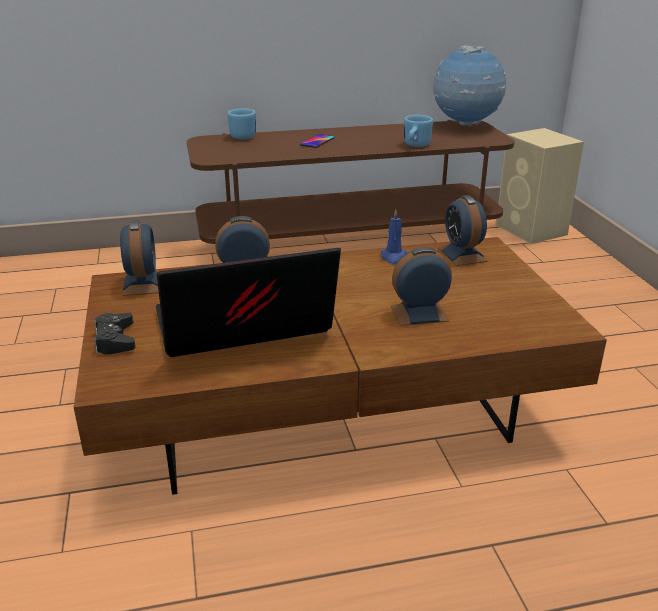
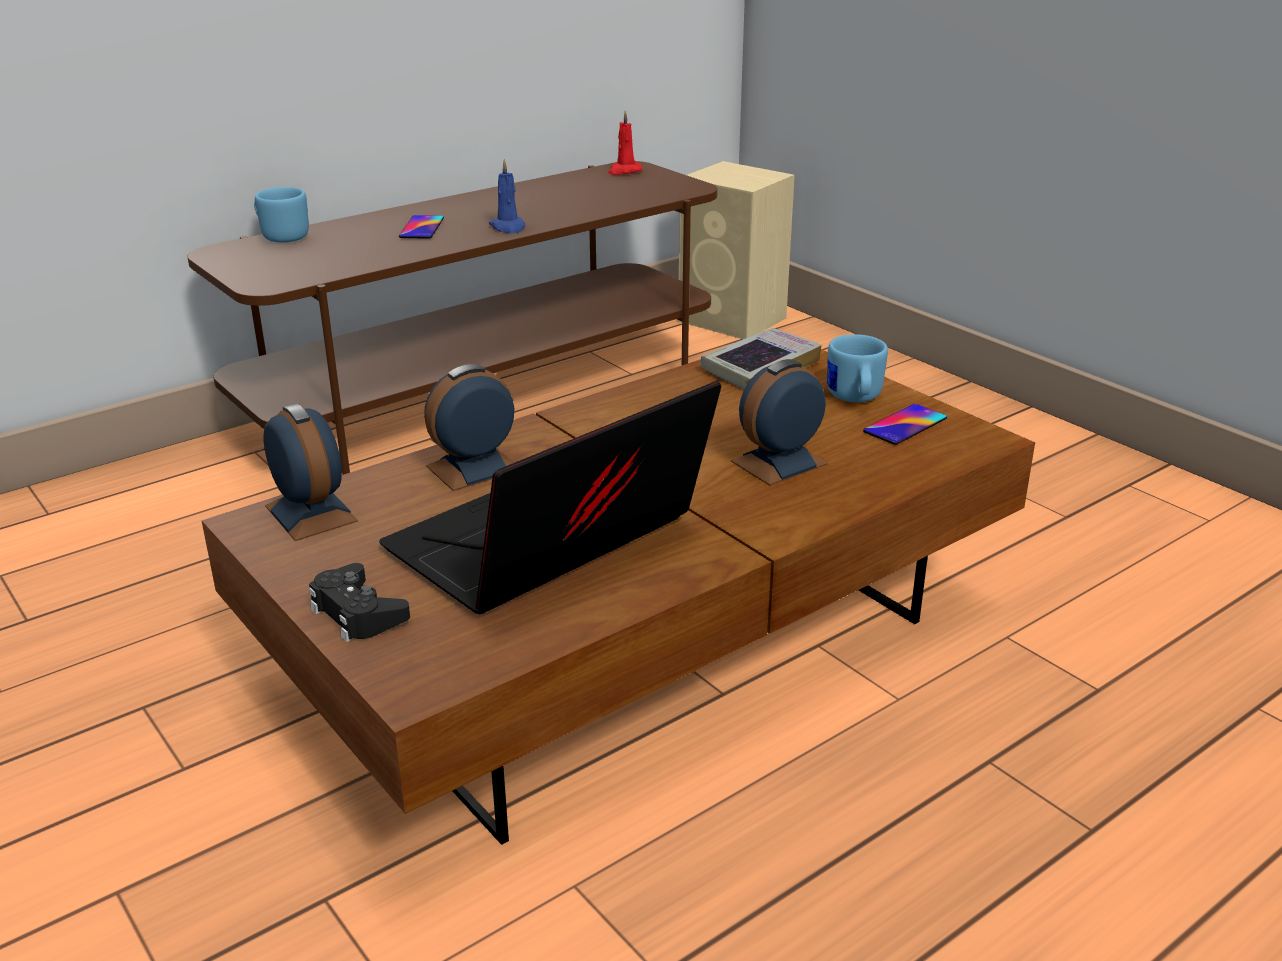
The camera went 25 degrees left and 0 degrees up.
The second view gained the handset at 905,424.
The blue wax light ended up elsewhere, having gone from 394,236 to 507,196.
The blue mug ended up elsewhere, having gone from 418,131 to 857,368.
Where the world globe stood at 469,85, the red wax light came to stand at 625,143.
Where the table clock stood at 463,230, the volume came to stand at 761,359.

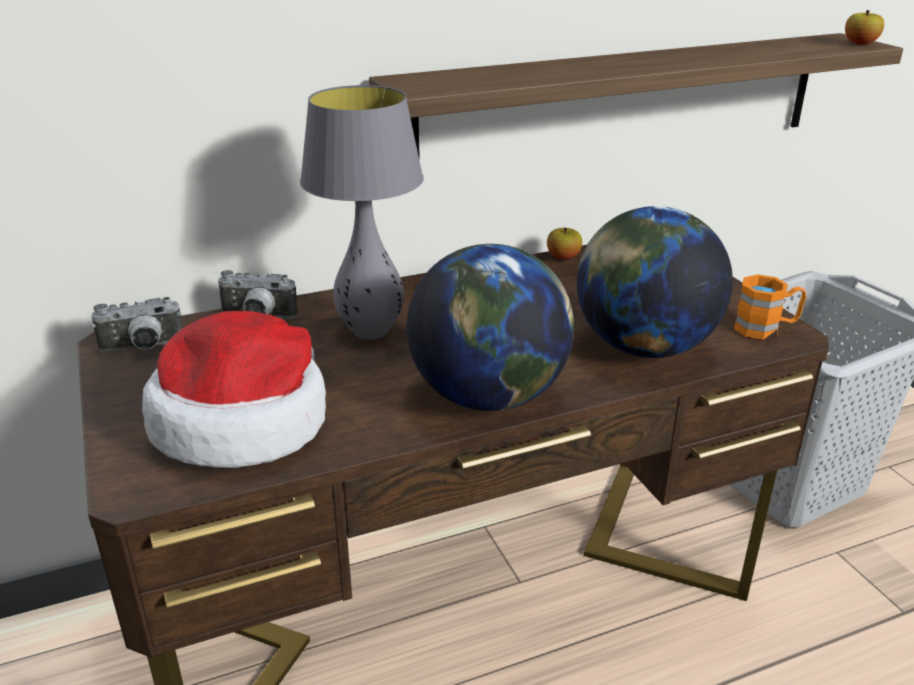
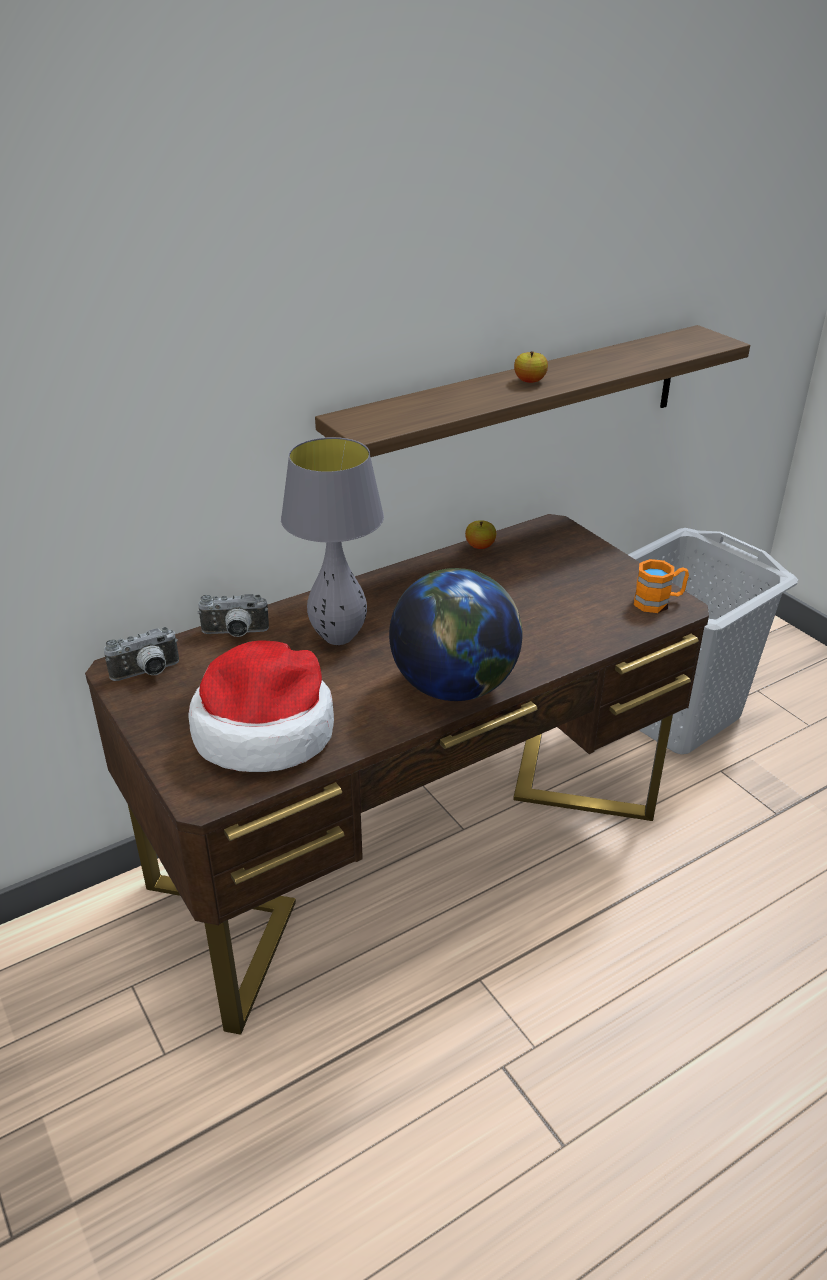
The camera went 10 degrees left and 5 degrees up.
The second view lost the world globe at 655,282.
The apple fruit ended up elsewhere, having gone from 864,27 to 531,367.

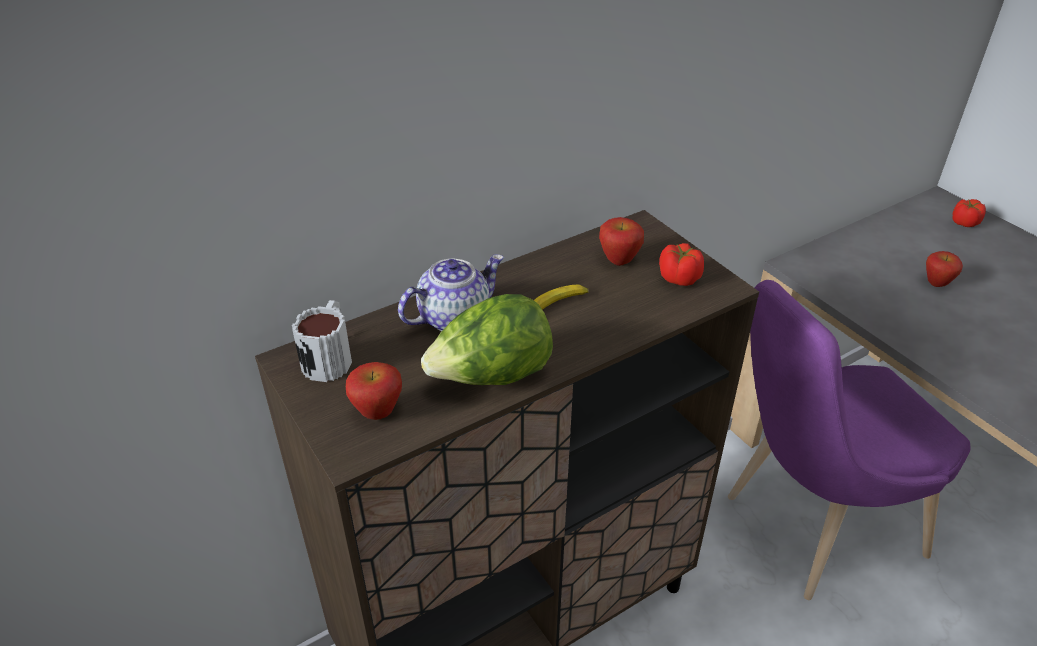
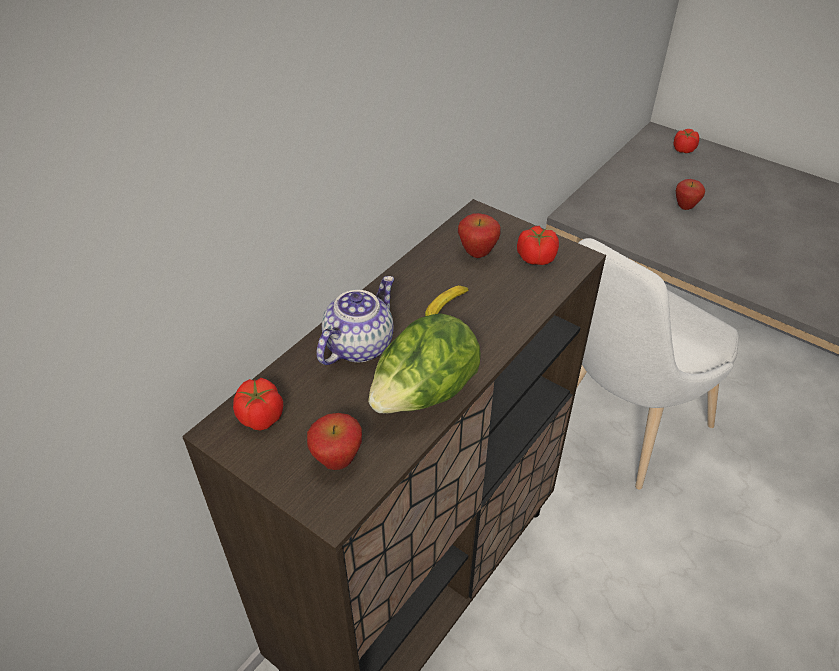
The camera went 20 degrees left and 5 degrees up.
Where the mug stood at 322,341, the tomato came to stand at 258,404.
What was the purple chair at 849,440 turned into the white-coloured chair at 657,363.

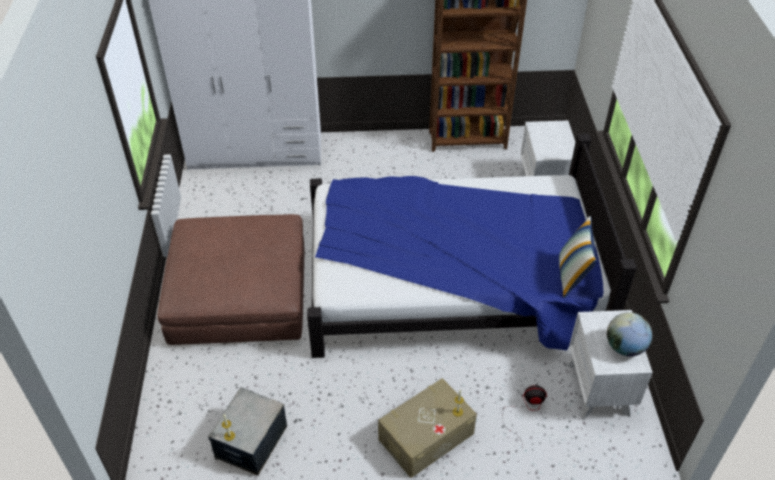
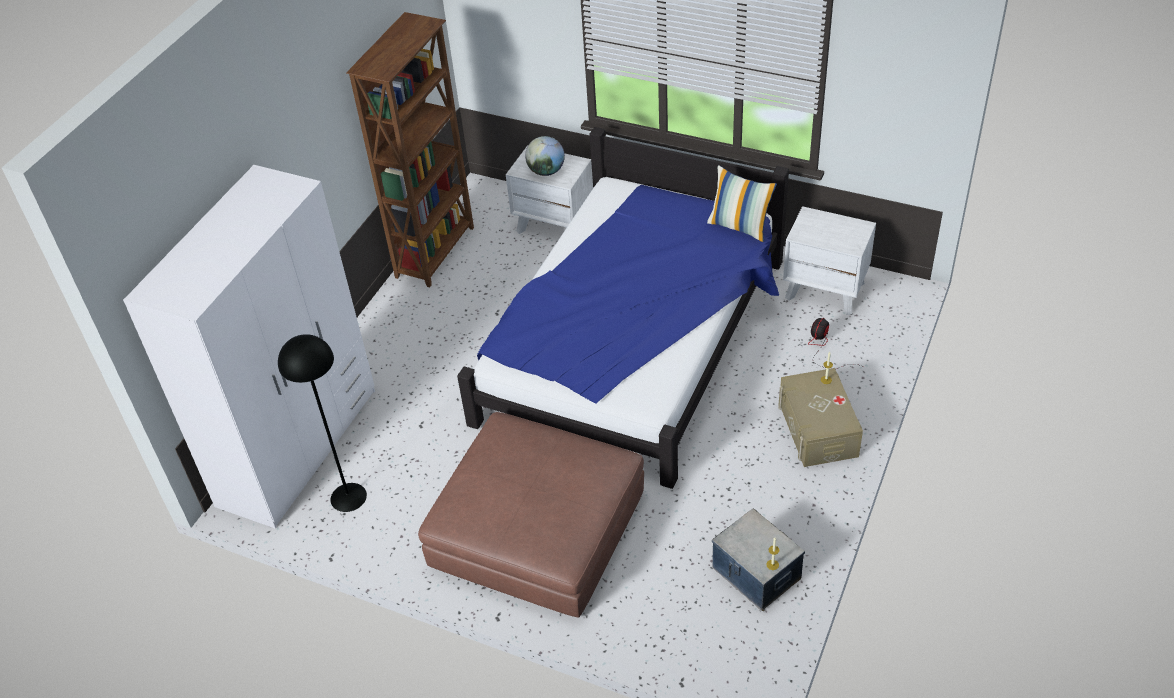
The camera went 60 degrees left and 0 degrees up.
The second view gained the blackish standing lamp at 322,423.
The world globe ended up elsewhere, having gone from 629,334 to 545,156.

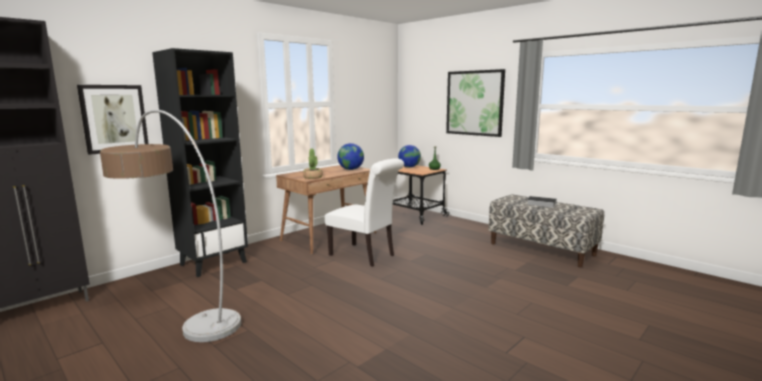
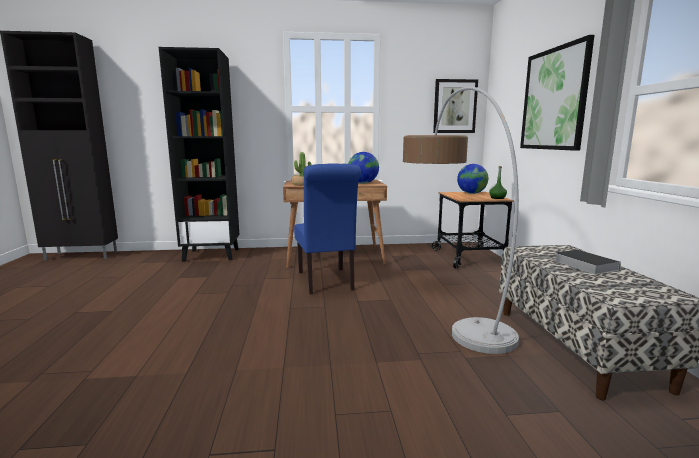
The camera went 40 degrees right and 0 degrees up.
The wall art ended up elsewhere, having gone from 113,120 to 455,106.
The standing lamp ended up elsewhere, having gone from 170,226 to 461,220.
What was the white-coloured chair at 364,212 turned into the blue chair at 327,228.

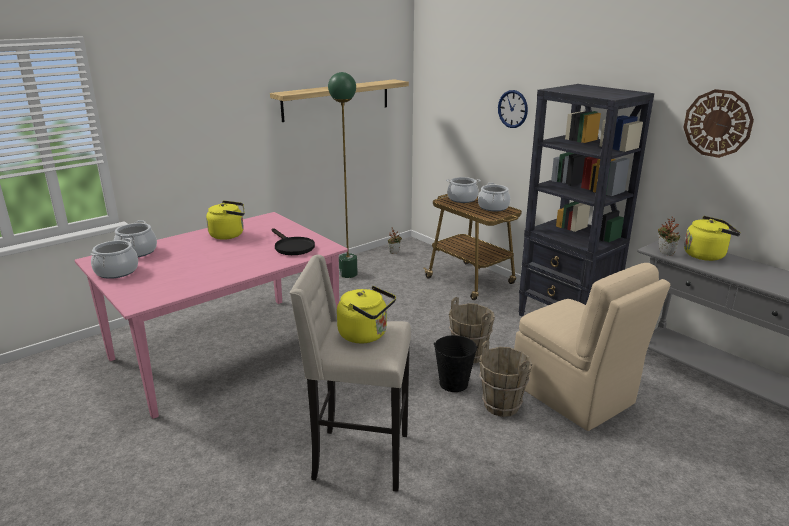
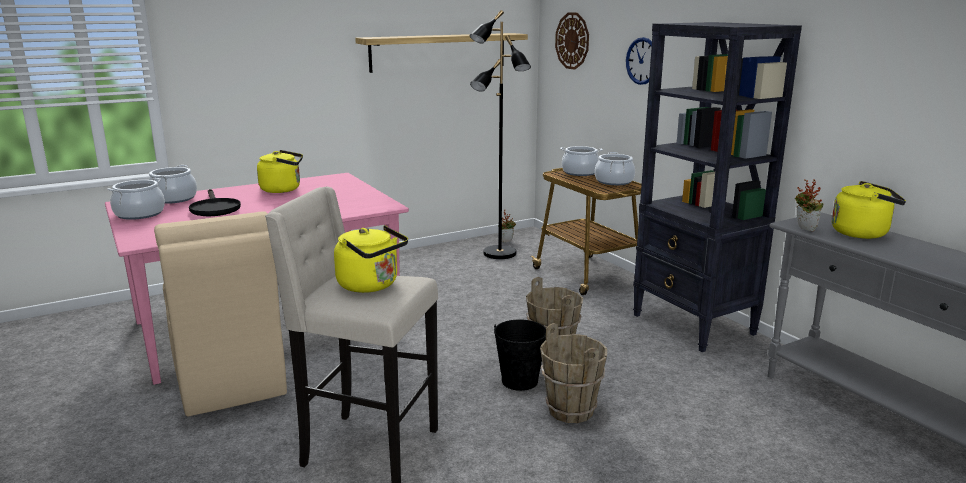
The camera went 10 degrees right and 5 degrees down.
The second view lost the green standing lamp at 343,175.
The second view gained the blackish standing lamp at 500,134.
The blackish pan ended up elsewhere, having gone from 293,241 to 215,202.
The beige chair ended up elsewhere, having gone from 592,347 to 220,313.
The wall clock ended up elsewhere, having gone from 718,123 to 572,41.

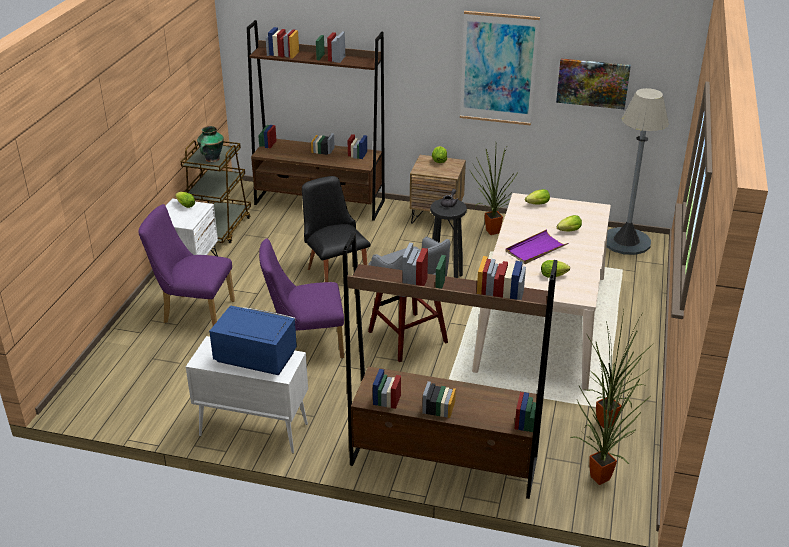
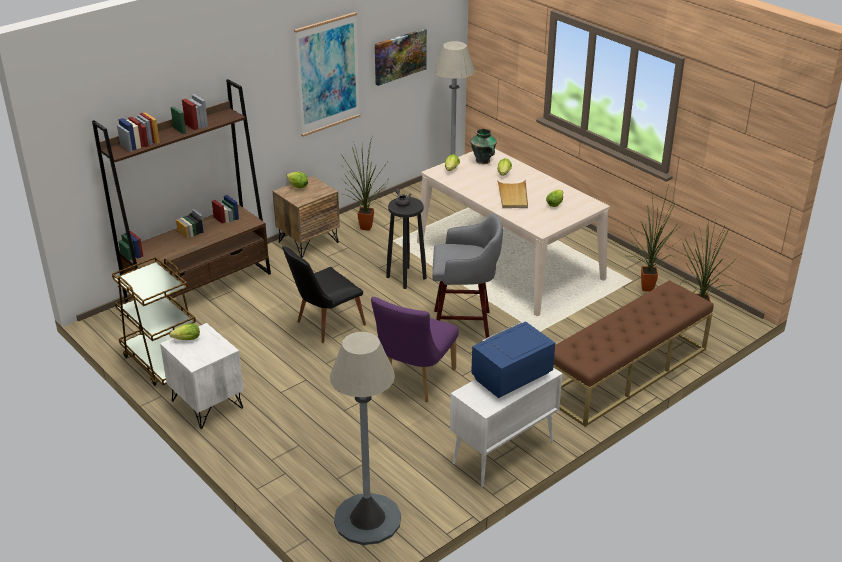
The camera went 55 degrees left and 0 degrees up.
The second view lost the purple chair at 186,265.
The second view gained the grey standing lamp at 365,438.
The decorative vase ended up elsewhere, having gone from 210,144 to 484,146.
Where the brown shelving unit stood at 450,366, the brown indoor bench came to stand at 633,353.
What was the purple tray at 537,246 turned into the beige tray at 512,193.
The blackish chair at 336,229 ended up facing another way, 45 degrees counterclockwise from before.

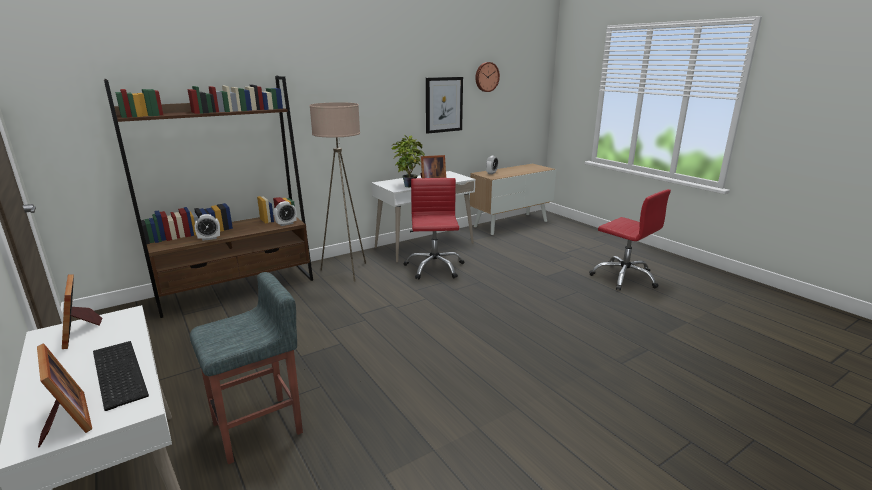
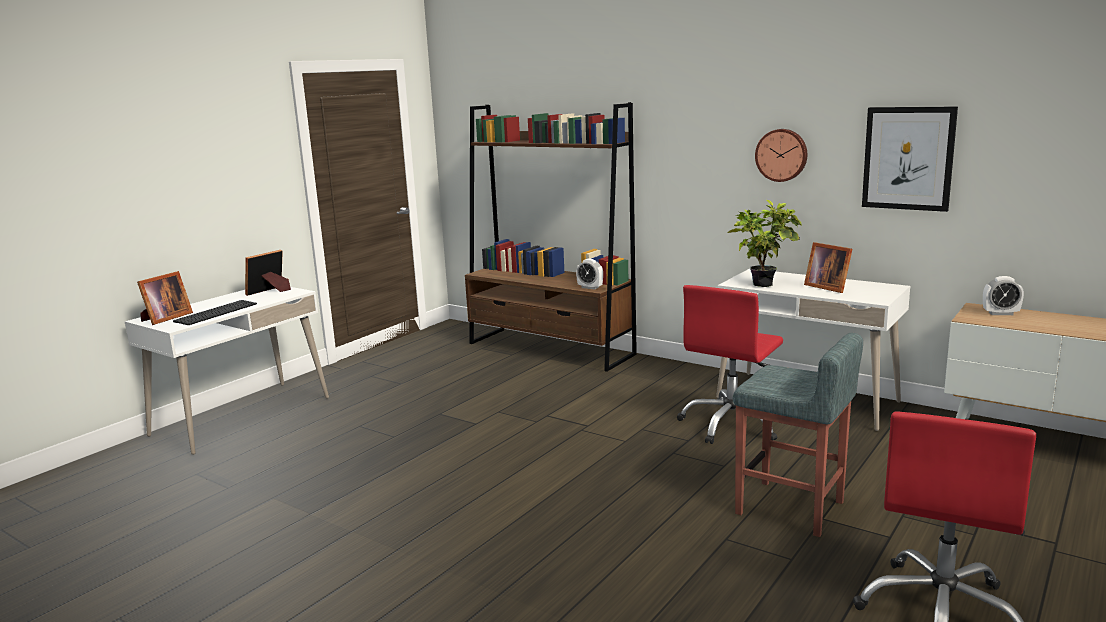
The camera went 70 degrees right and 5 degrees down.
The second view lost the table clock at 207,227.
The second view lost the beige standing lamp at 337,192.
The grey stool ended up elsewhere, having gone from 246,368 to 798,435.
The wall clock ended up elsewhere, having gone from 487,77 to 781,155.
The red desk chair at 433,228 ended up facing another way, 150 degrees clockwise from before.

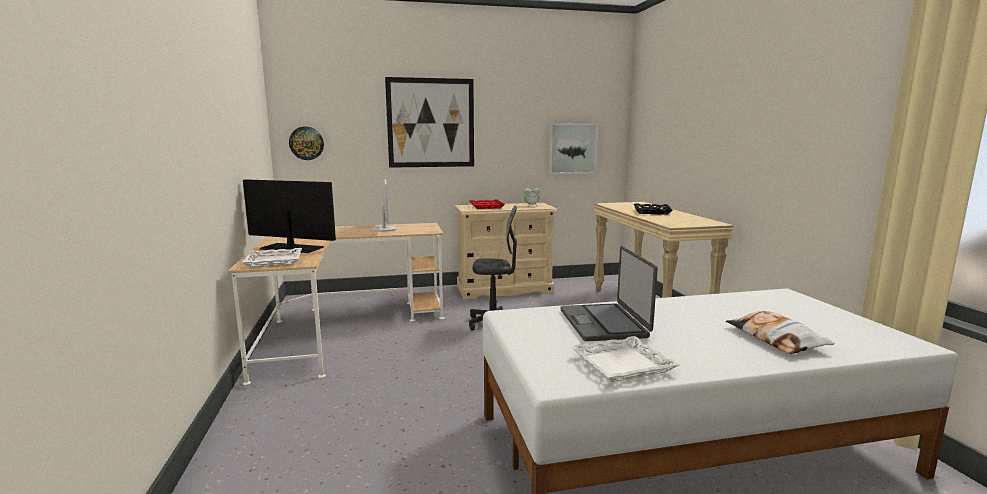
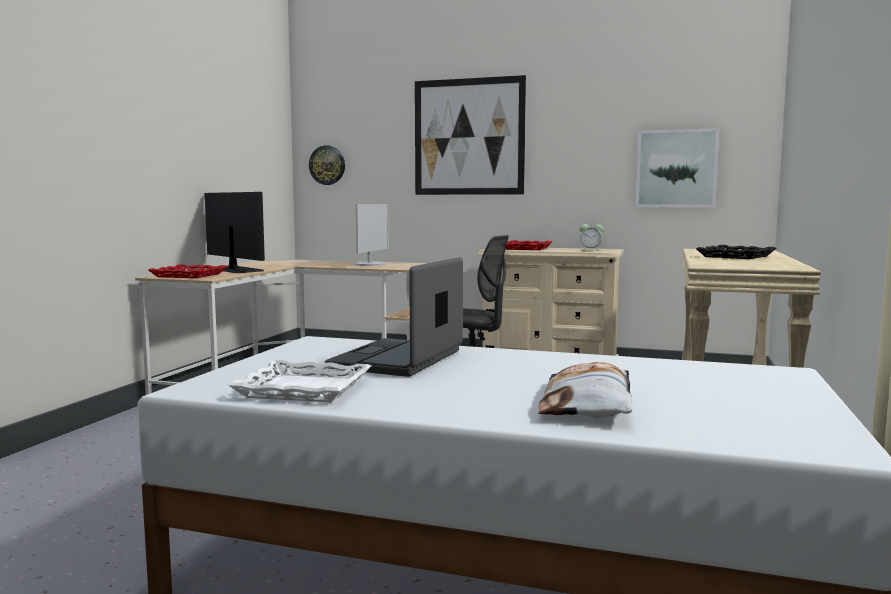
The camera went 30 degrees right and 5 degrees down.
What was the white-coloured tray at 271,257 turned into the red tray at 188,271.

